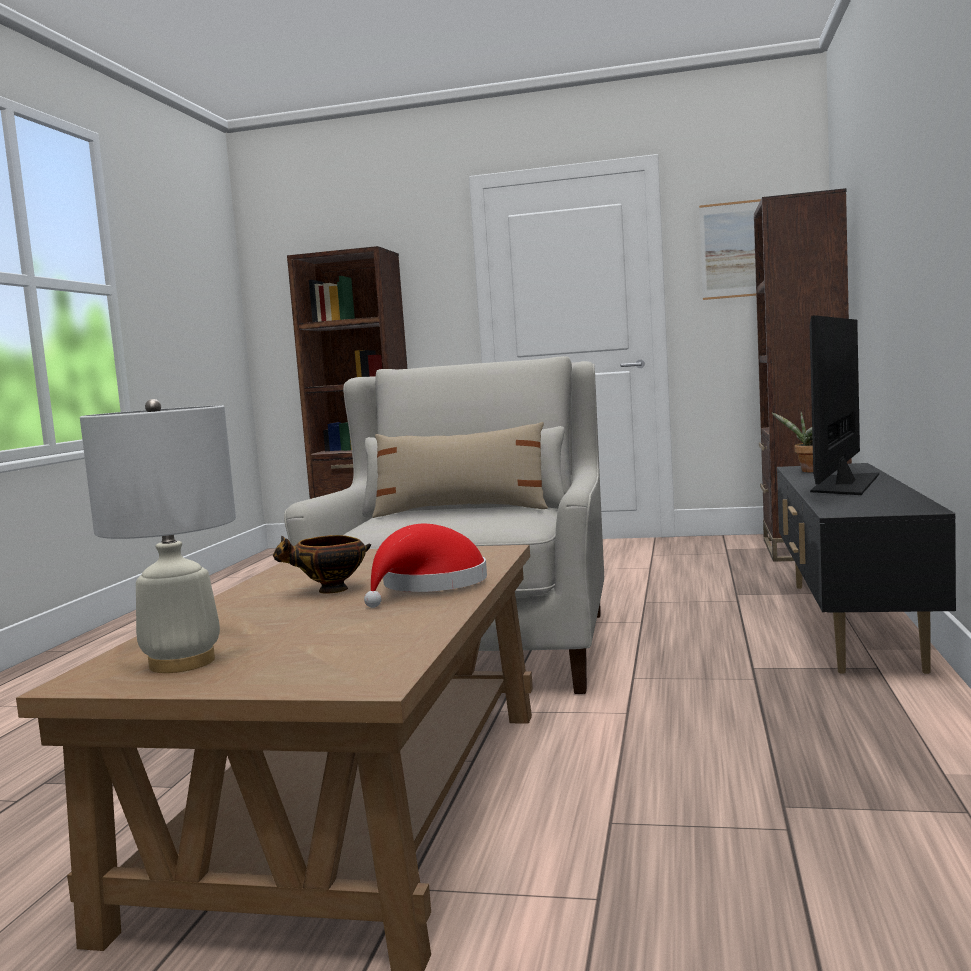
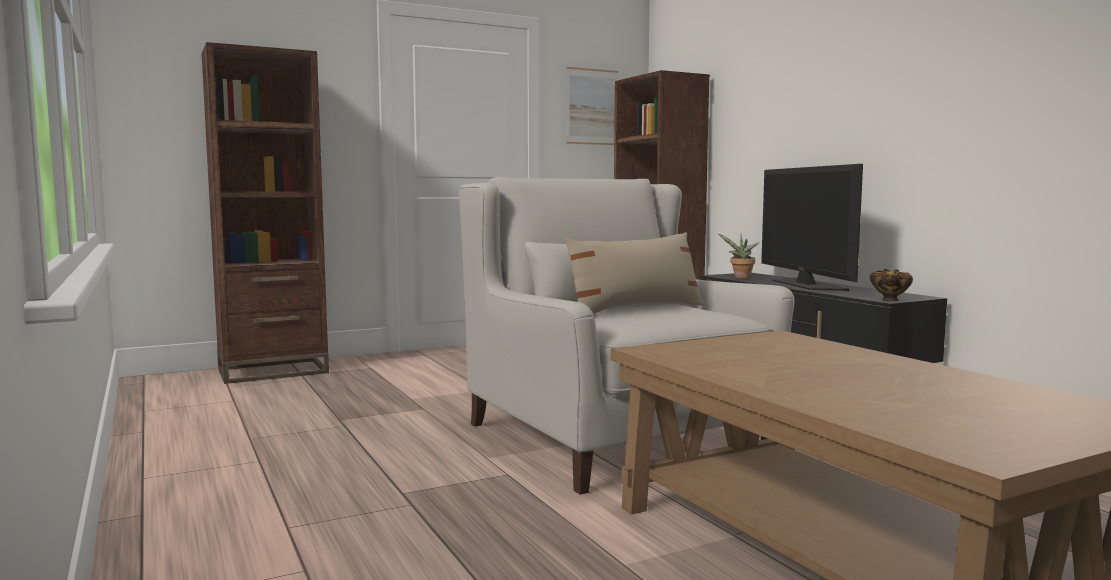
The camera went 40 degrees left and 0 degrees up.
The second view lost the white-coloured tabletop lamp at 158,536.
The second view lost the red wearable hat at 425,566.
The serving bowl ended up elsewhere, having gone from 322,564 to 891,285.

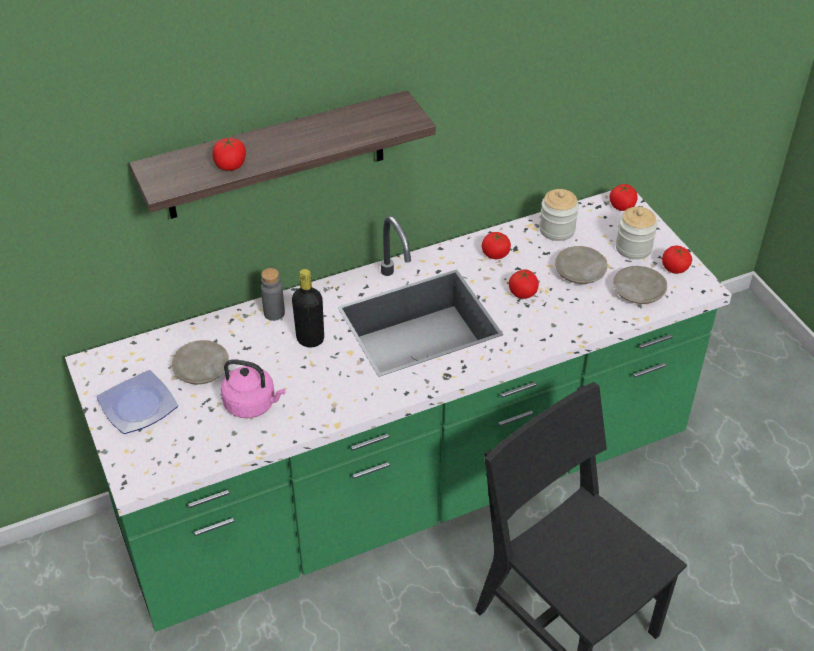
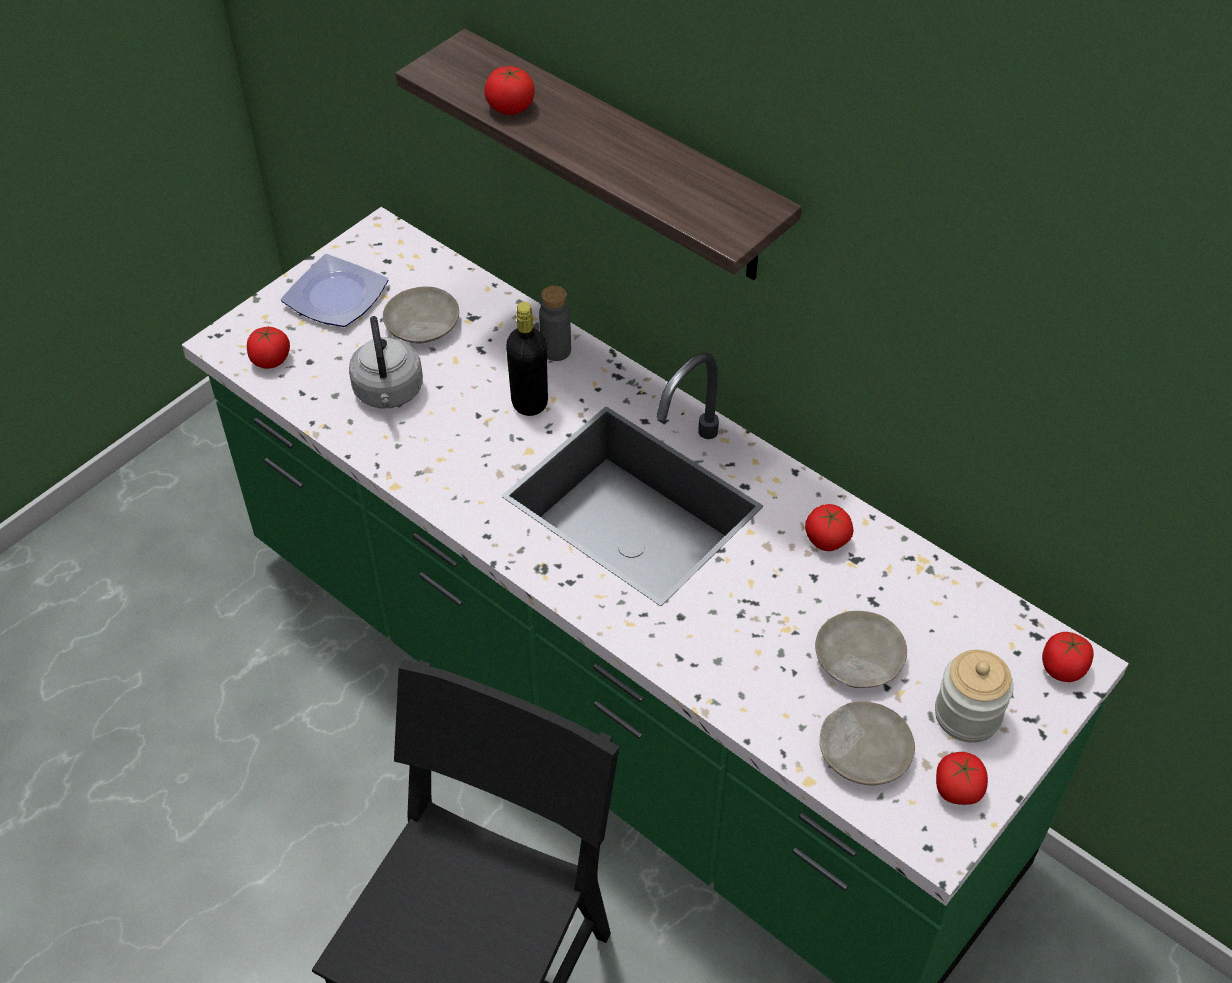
The camera went 65 degrees right and 5 degrees up.
The second view lost the preserve jar at 559,215.
The tomato ended up elsewhere, having gone from 524,284 to 268,347.
What was the pink-coloured water kettle at 253,388 turned into the grey water kettle at 386,362.

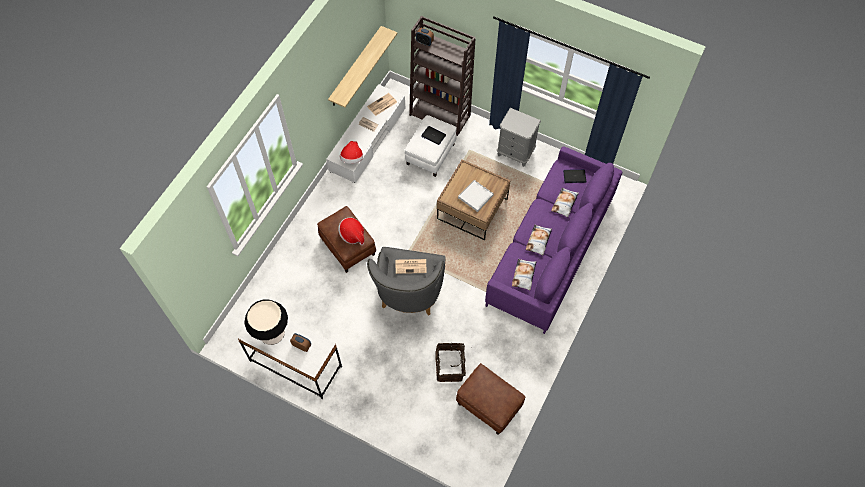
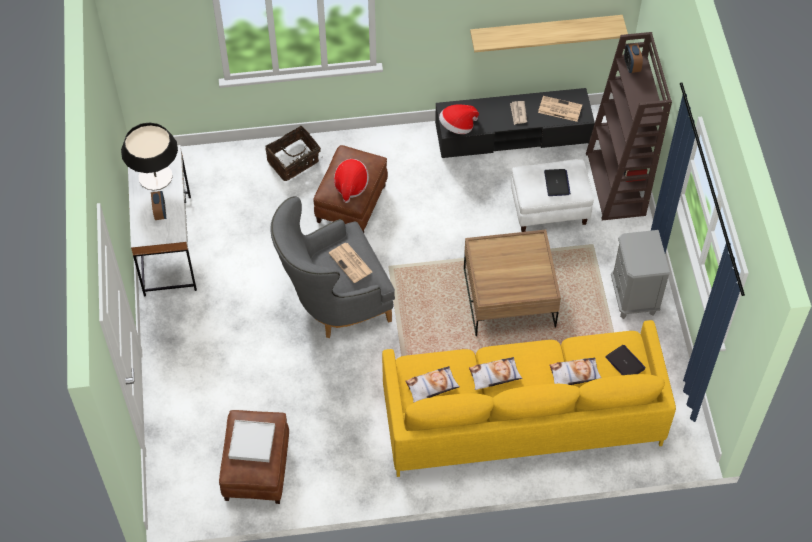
The camera went 55 degrees right and 5 degrees down.
The basket ended up elsewhere, having gone from 453,362 to 294,153.
The white-coloured tray ended up elsewhere, having gone from 476,196 to 251,441.
What was the white-coloured tv unit at 365,133 turned into the blackish tv unit at 515,123.
What was the purple couch at 553,240 turned into the yellowish couch at 529,398.

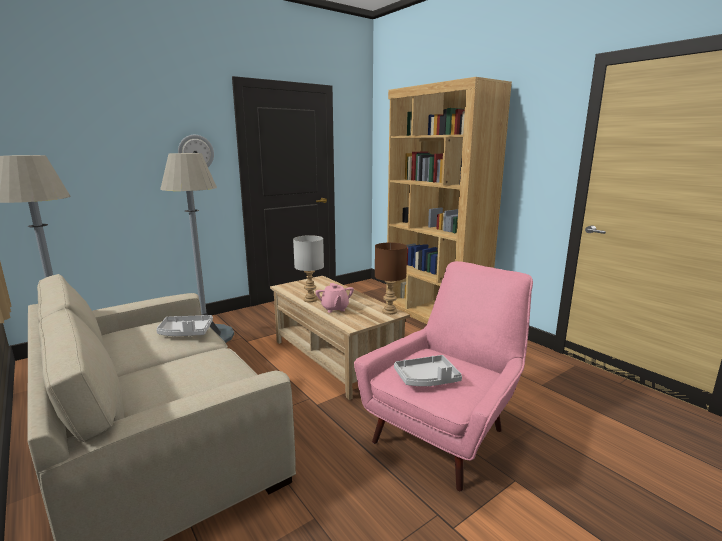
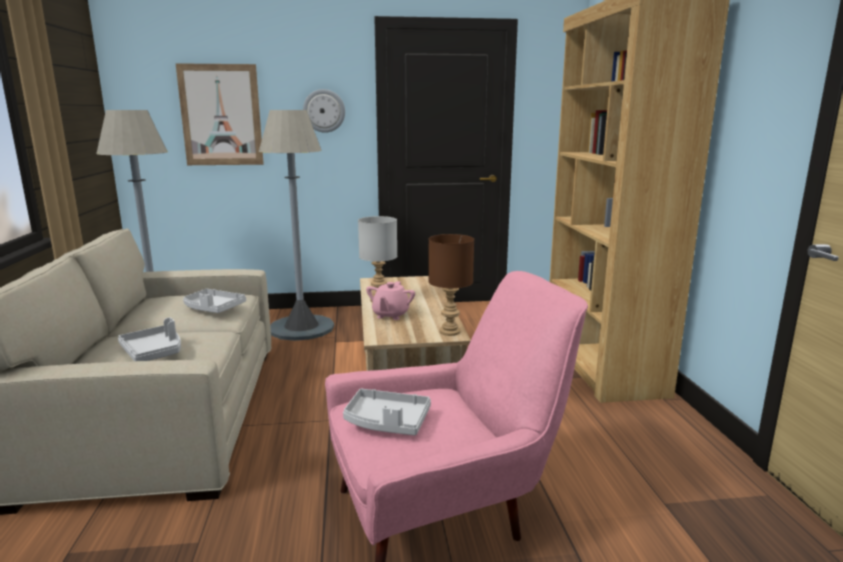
The camera went 30 degrees right and 0 degrees up.
The second view gained the grey tray at 149,339.
The second view gained the wall art at 219,114.

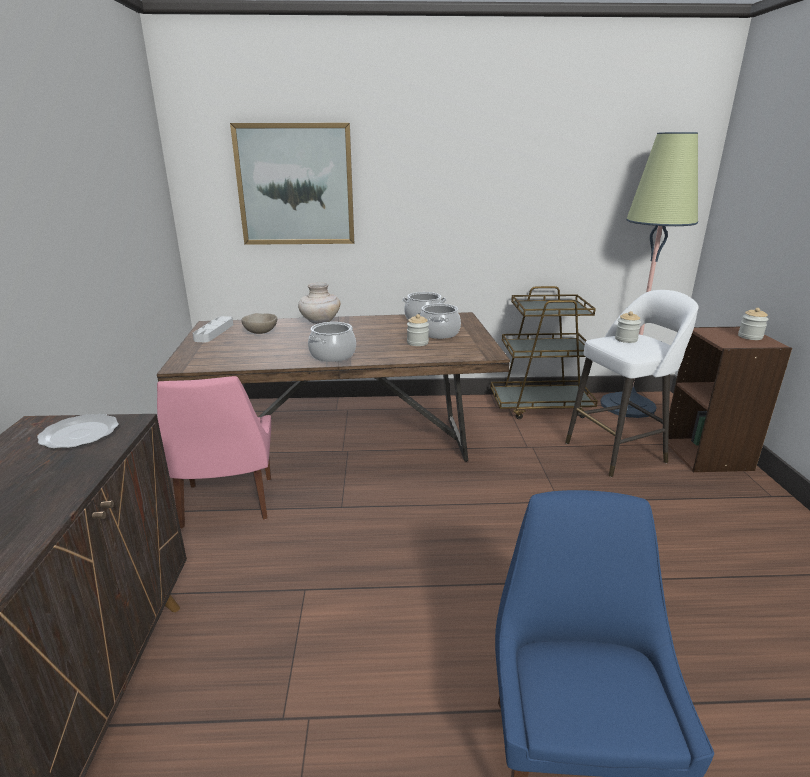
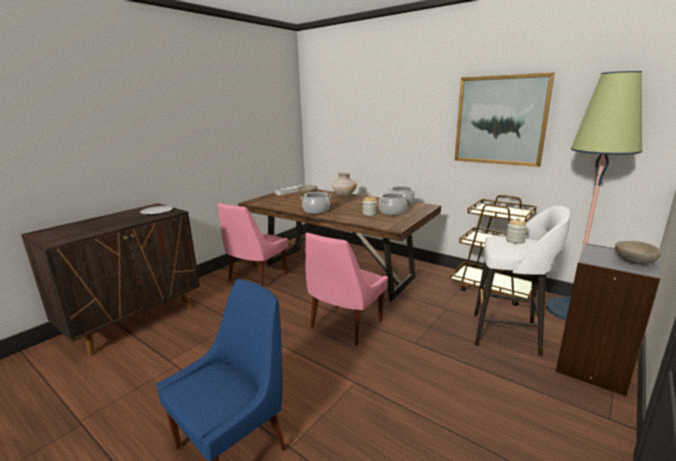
The camera went 40 degrees right and 5 degrees down.
The second view gained the pink-coloured chair at 346,289.
The wall art ended up elsewhere, having gone from 292,184 to 505,119.
Where the preserve jar stood at 753,324, the beige serving bowl came to stand at 638,253.
What was the brown shelving unit at 730,399 turned into the grey shelving unit at 608,320.

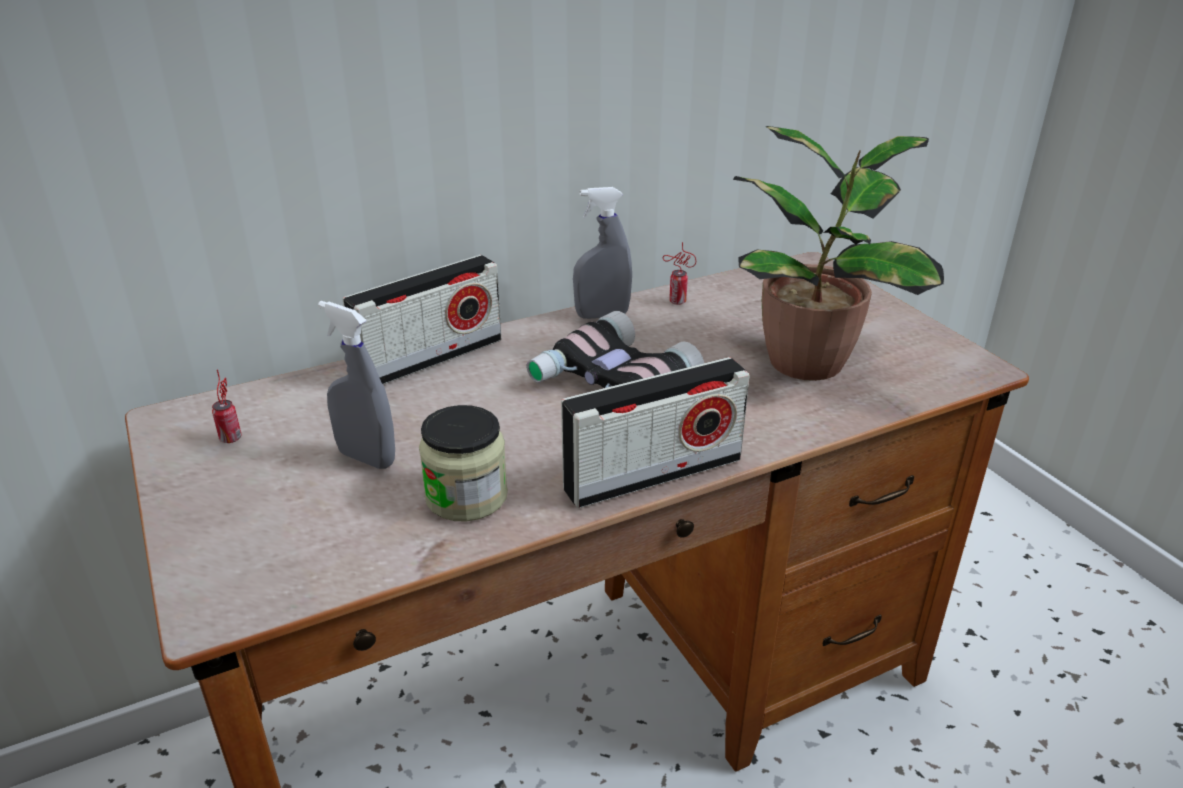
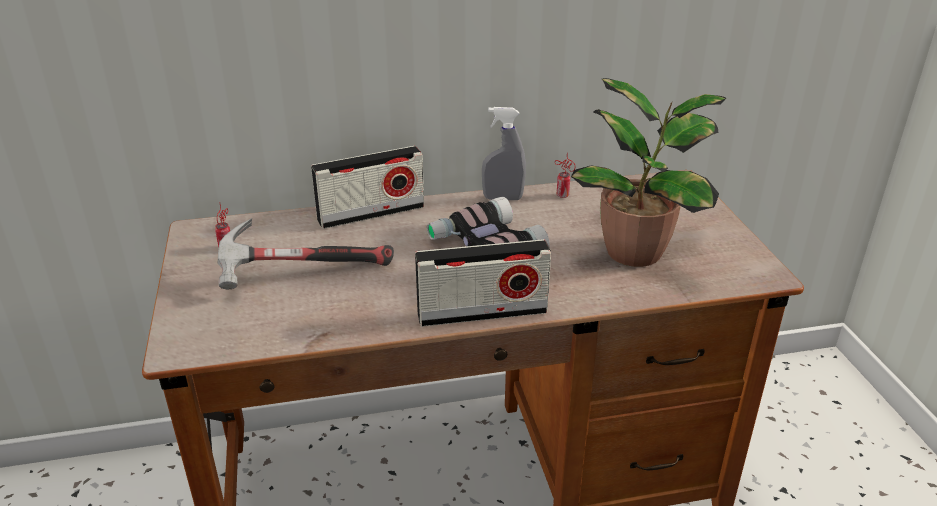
The camera went 15 degrees right and 0 degrees up.
The second view lost the preserve jar at 463,463.
Where the grey spray bottle stood at 356,385, the hand hammer came to stand at 306,253.

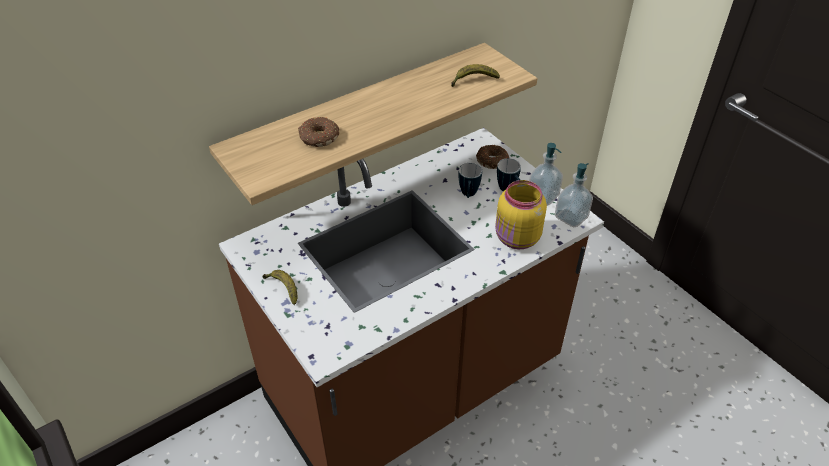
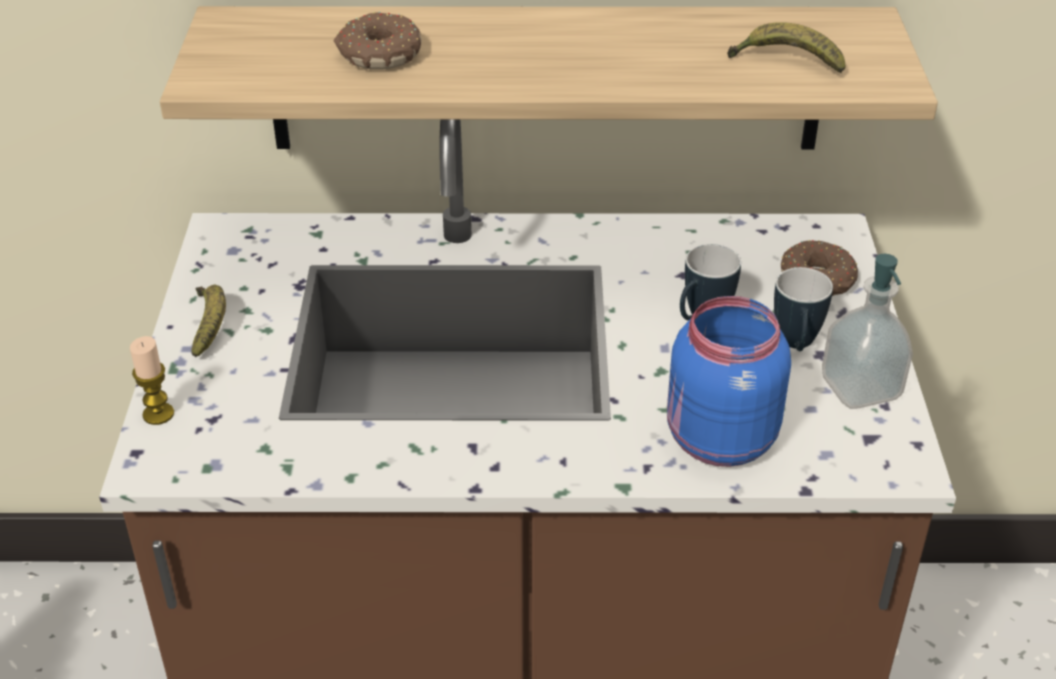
The camera went 35 degrees right and 5 degrees down.
The second view lost the soap bottle at 574,195.
The second view gained the wax light at 152,380.
What was the yellowish preserve jar at 521,214 turned into the blue preserve jar at 729,381.

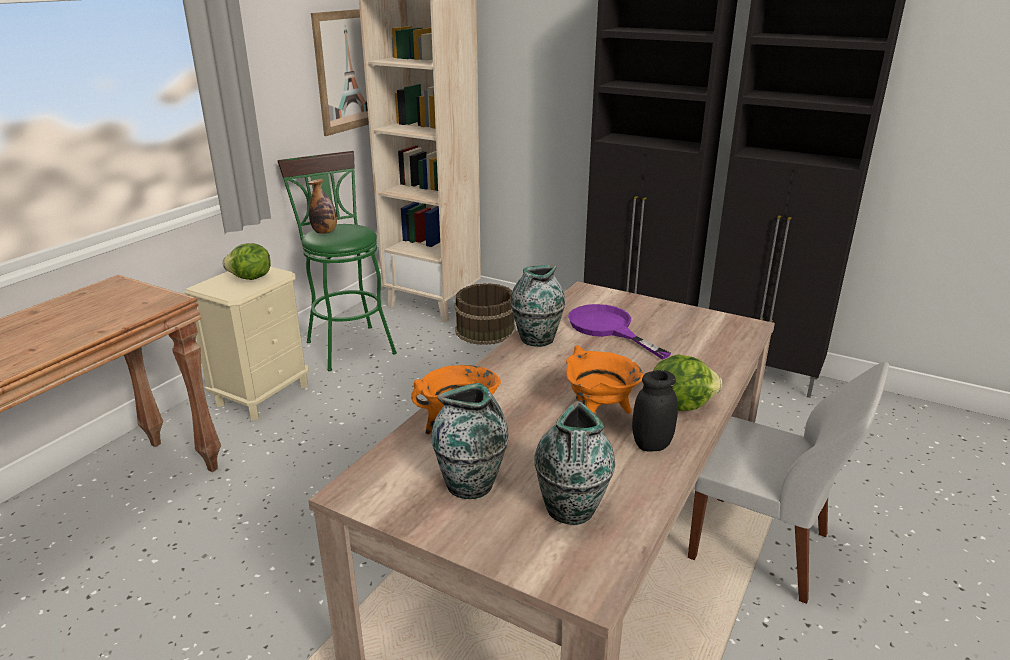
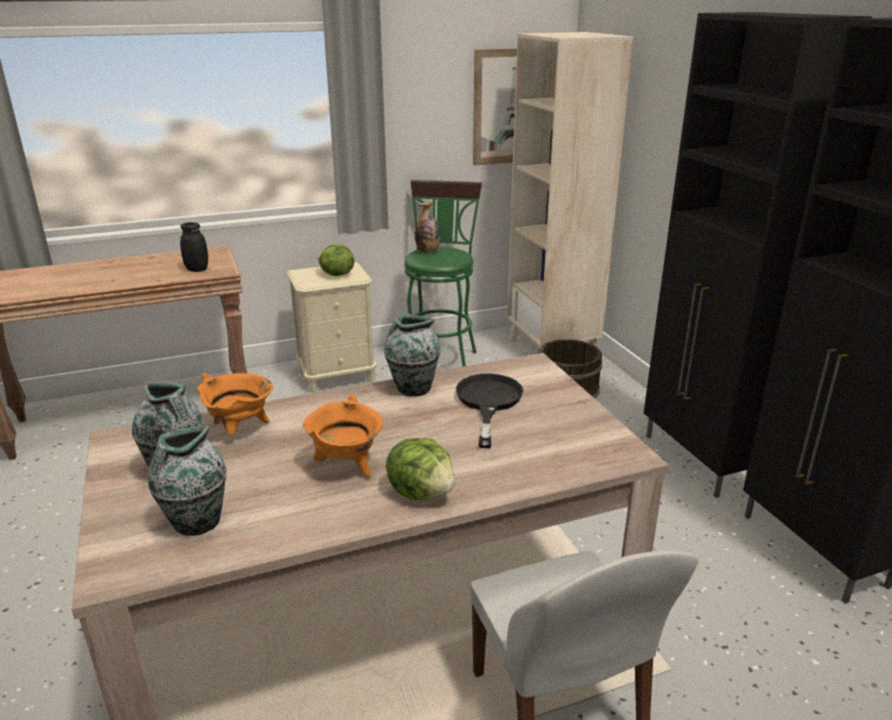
The camera went 40 degrees right and 0 degrees up.
The blackish preserve jar ended up elsewhere, having gone from 655,411 to 194,247.
What was the purple pan at 619,331 turned into the blackish pan at 489,411.

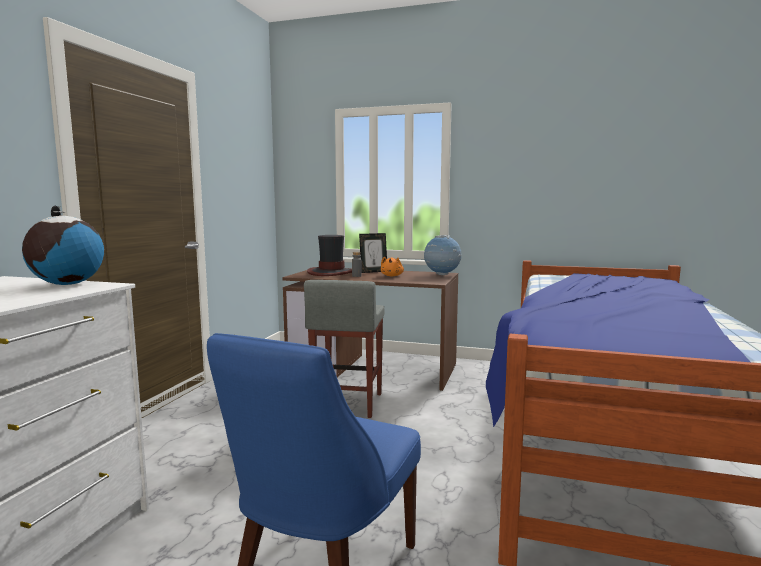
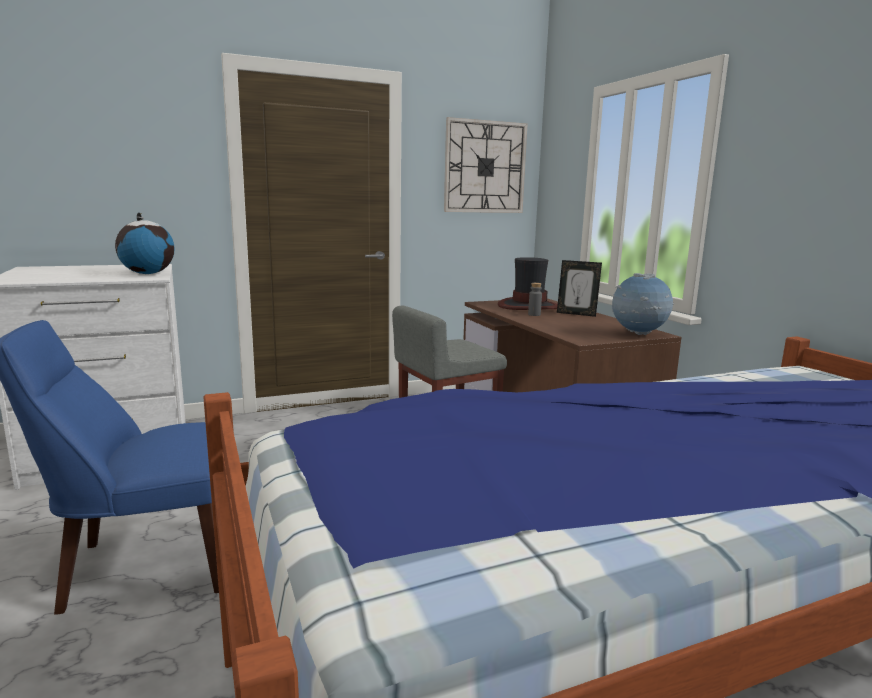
The camera went 50 degrees right and 5 degrees up.
The second view lost the orange plush toy at 392,267.
The second view gained the wall clock at 485,165.

